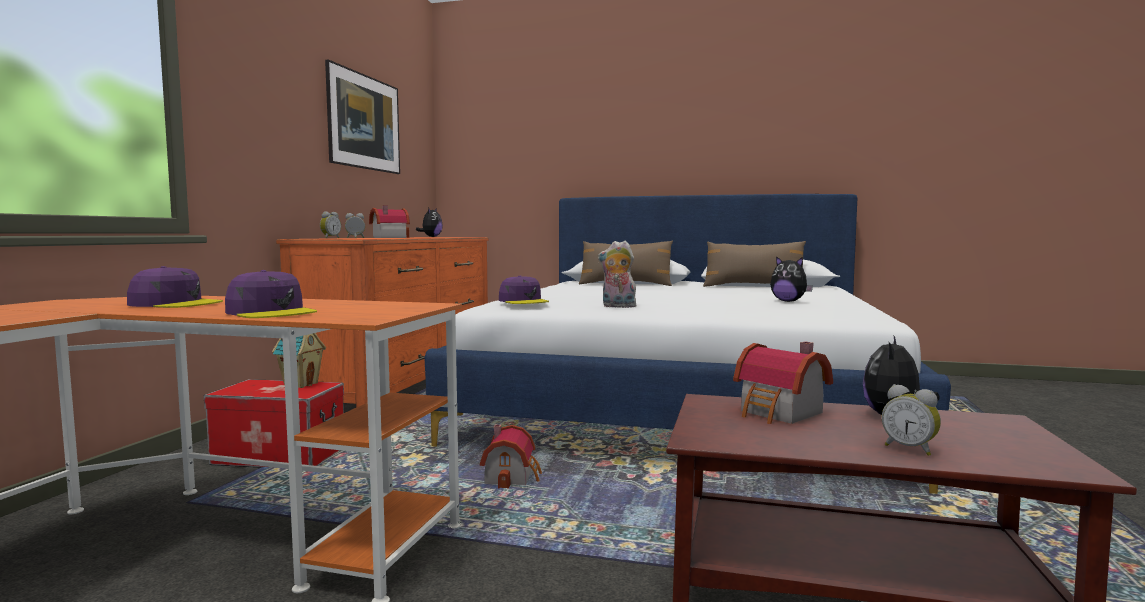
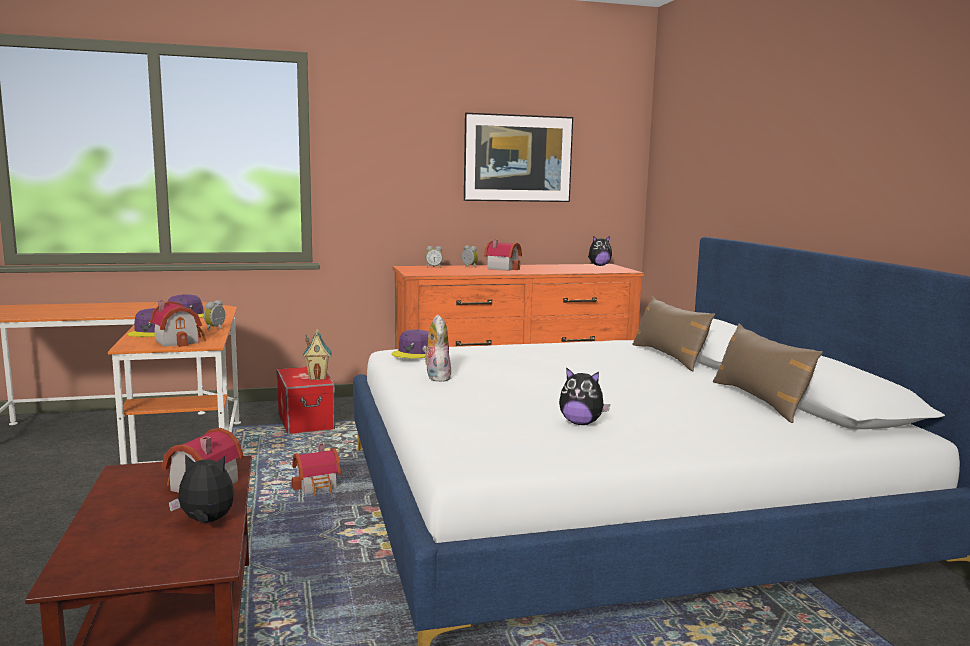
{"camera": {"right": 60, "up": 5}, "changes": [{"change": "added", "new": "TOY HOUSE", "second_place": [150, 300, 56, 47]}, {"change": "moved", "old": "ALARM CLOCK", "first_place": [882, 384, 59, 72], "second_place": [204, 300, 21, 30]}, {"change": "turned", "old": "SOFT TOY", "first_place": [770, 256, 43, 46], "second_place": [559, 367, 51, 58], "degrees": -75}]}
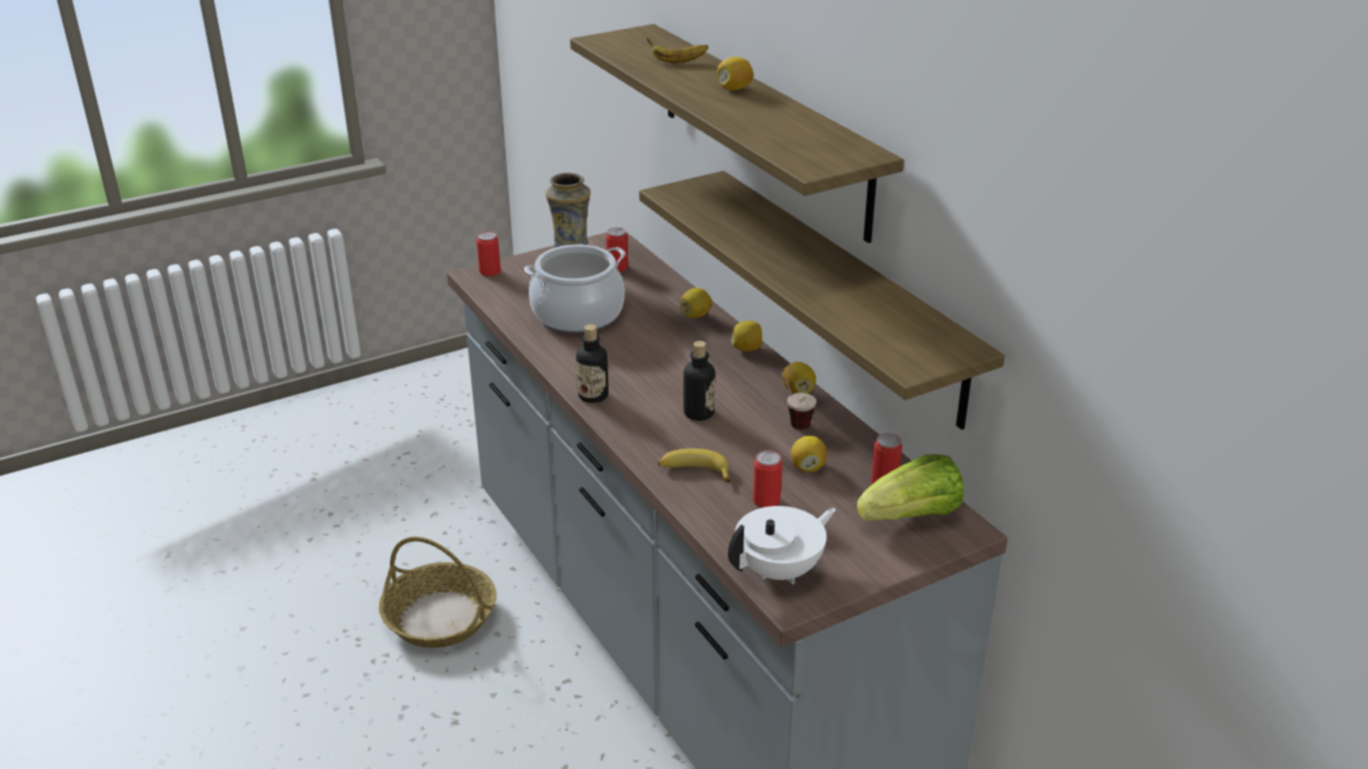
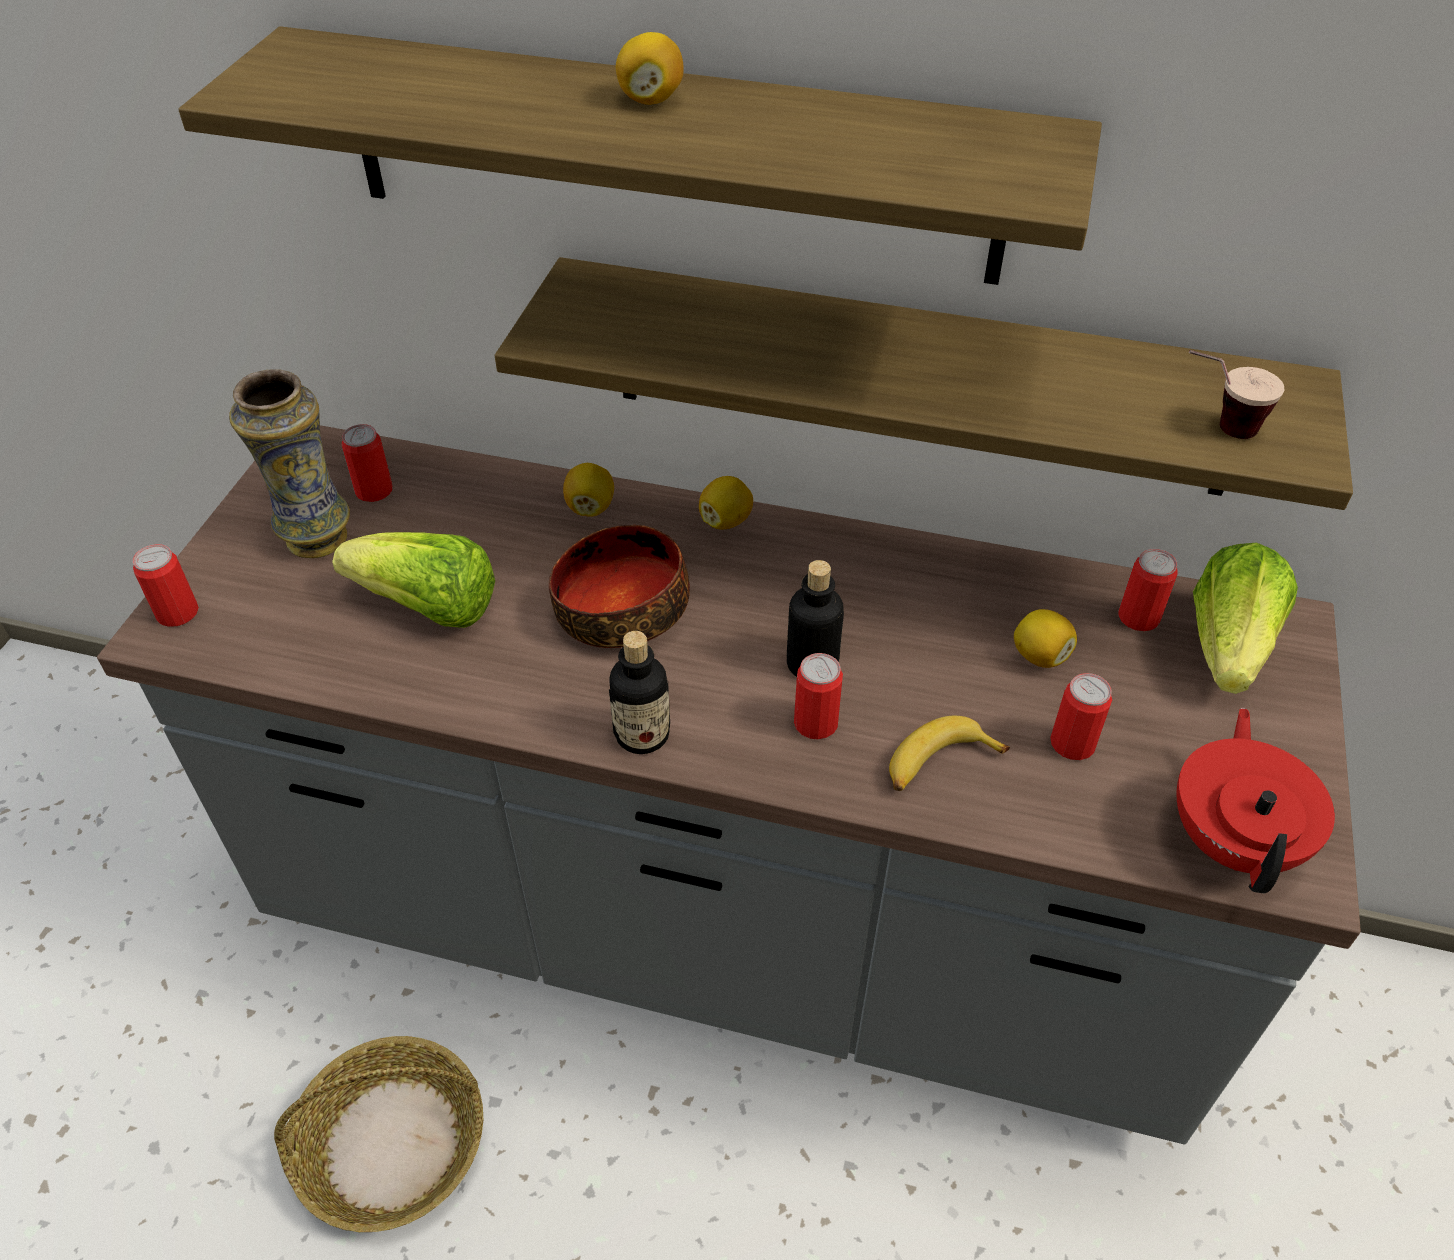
{"camera": {"right": -45, "up": 15}, "changes": [{"change": "removed", "old": "BANANA FRUIT", "first_place": [647, 38, 62, 25]}, {"change": "removed", "old": "CITRUS FRUIT", "first_place": [782, 362, 34, 32]}, {"change": "added", "new": "DEEP DISH", "second_place": [549, 525, 141, 123]}, {"change": "added", "new": "METAL CAN", "second_place": [794, 653, 49, 87]}, {"change": "moved", "old": "CUP", "first_place": [773, 369, 44, 60], "second_place": [1189, 350, 96, 89]}, {"change": "replaced", "old": "COOKING POT", "new": "LETTUCE HEAD", "first_place": [524, 244, 102, 89], "second_place": [332, 532, 163, 96]}, {"change": "recoloured", "old": "WHITE POT FOR TEA", "new": "RED-COLOURED POT FOR TEA", "first_place": [728, 506, 108, 78], "second_place": [1177, 708, 158, 186]}]}
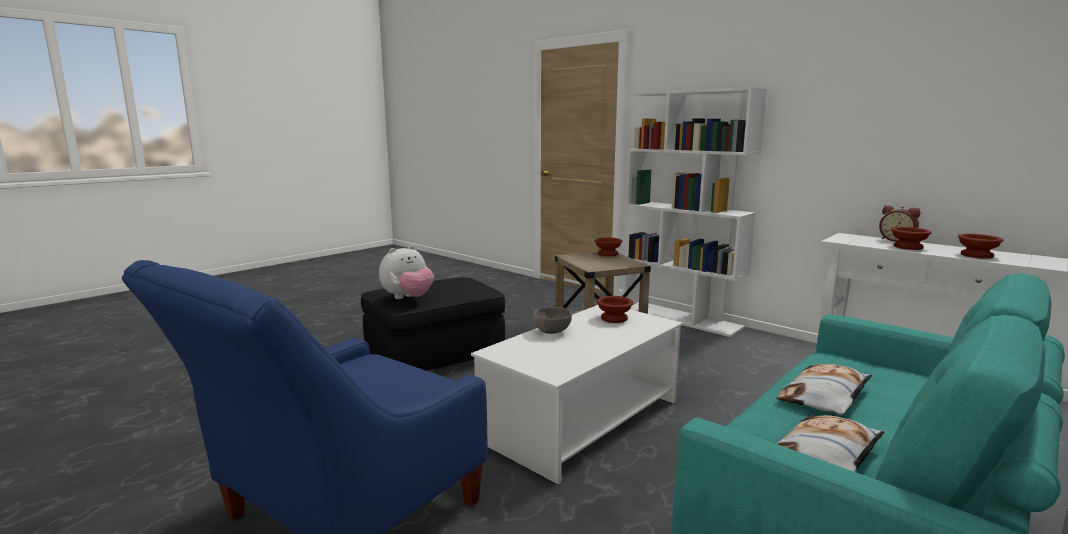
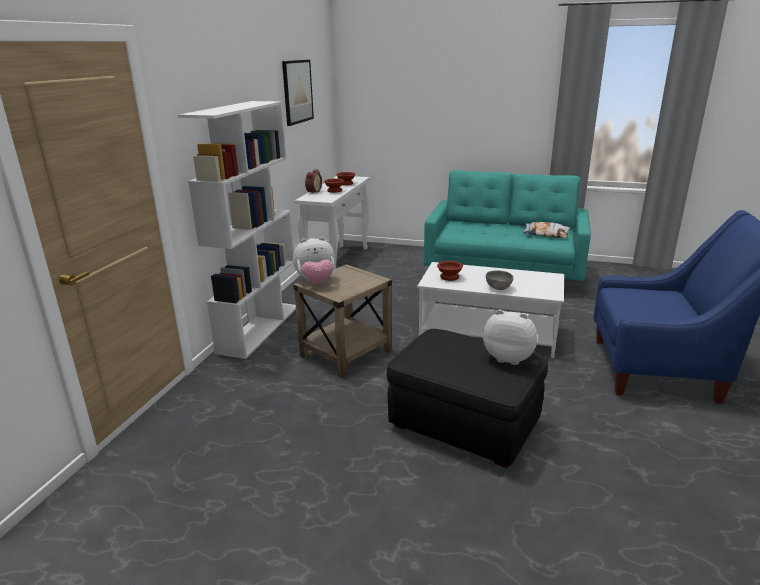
{"camera": {"right": -115, "up": 10}, "changes": [{"change": "removed", "old": "PILLOW", "first_place": [776, 364, 96, 51]}, {"change": "added", "new": "PICTURE", "second_place": [282, 60, 32, 66]}, {"change": "replaced", "old": "BROWN-COLOURED DEEP DISH", "new": "SOFT TOY", "first_place": [595, 238, 27, 18], "second_place": [293, 237, 42, 46]}]}
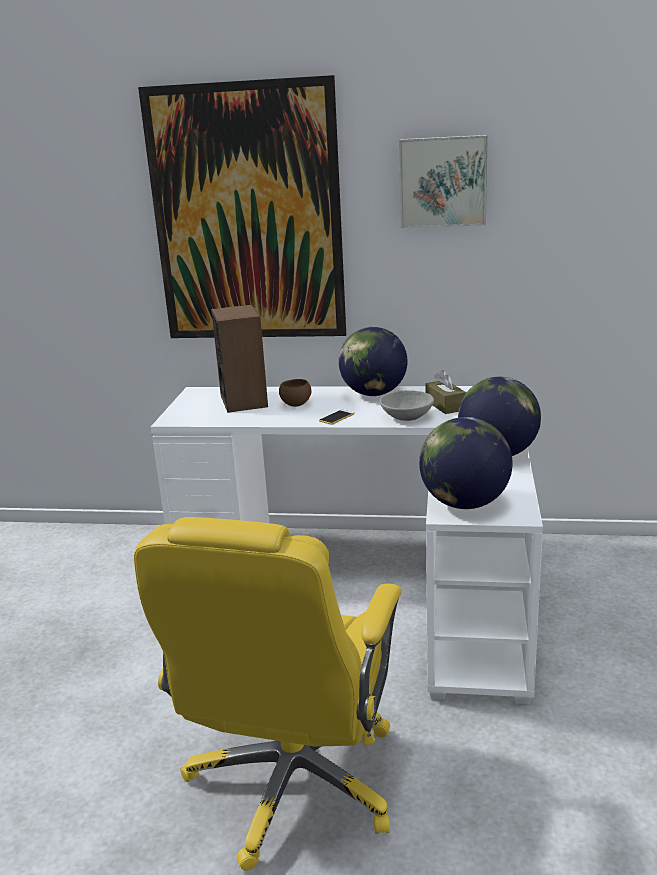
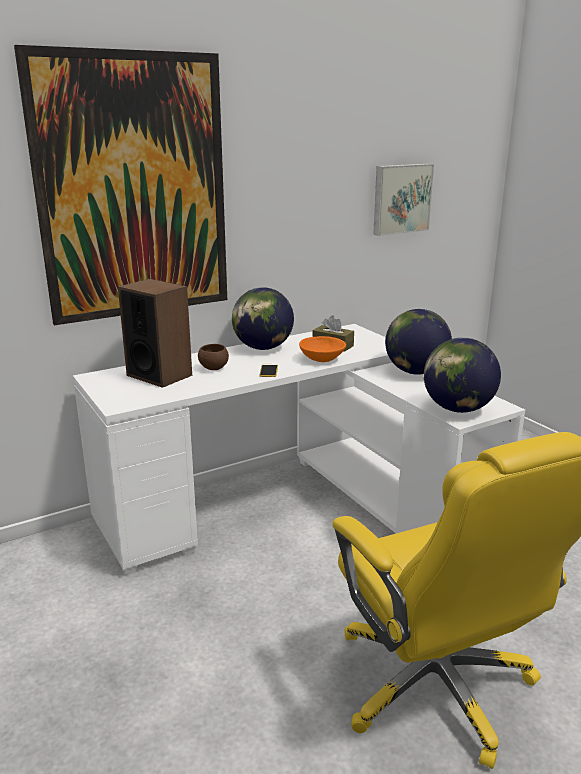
{"camera": {"right": -40, "up": 0}, "changes": [{"change": "moved", "old": "PICTURE", "first_place": [399, 135, 89, 93], "second_place": [373, 164, 61, 72]}, {"change": "recoloured", "old": "GREYISH DEEP DISH", "new": "ORANGE-COLOURED DEEP DISH", "first_place": [380, 390, 54, 31], "second_place": [299, 336, 47, 26]}]}
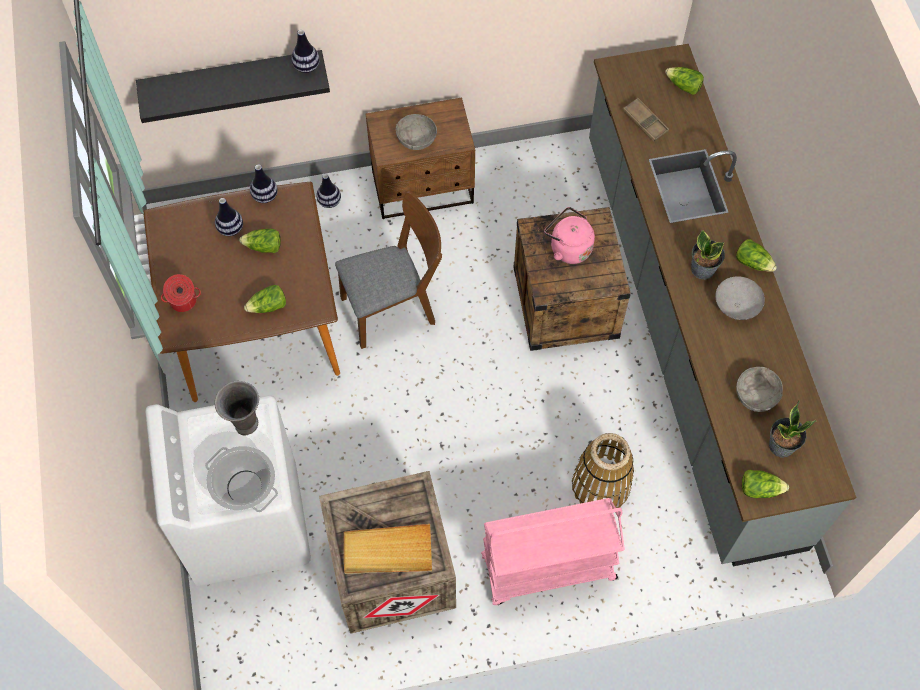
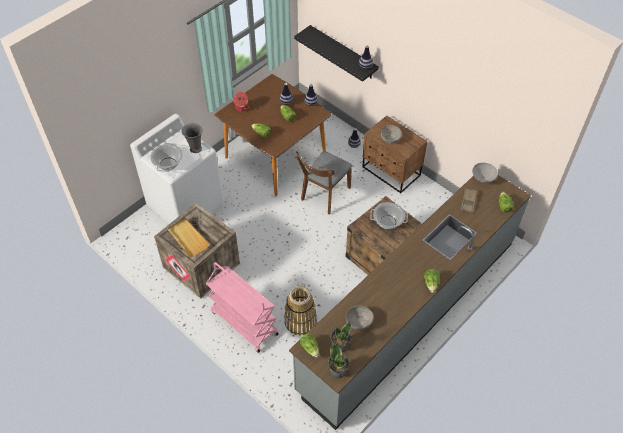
{"camera": {"right": 55, "up": -10}, "changes": [{"change": "moved", "old": "HOUSEPLANT", "first_place": [691, 230, 34, 50], "second_place": [328, 344, 21, 34]}, {"change": "moved", "old": "GREYISH DEEP DISH", "first_place": [715, 276, 50, 44], "second_place": [472, 163, 26, 20]}, {"change": "replaced", "old": "PINK-COLOURED TEA KETTLE", "new": "COOKING POT", "first_place": [544, 207, 51, 57], "second_place": [370, 202, 38, 27]}, {"change": "turned", "old": "BROWN-COLOURED PLAIN CHAIR", "first_place": [335, 191, 107, 158], "second_place": [296, 151, 56, 63], "degrees": 90}]}
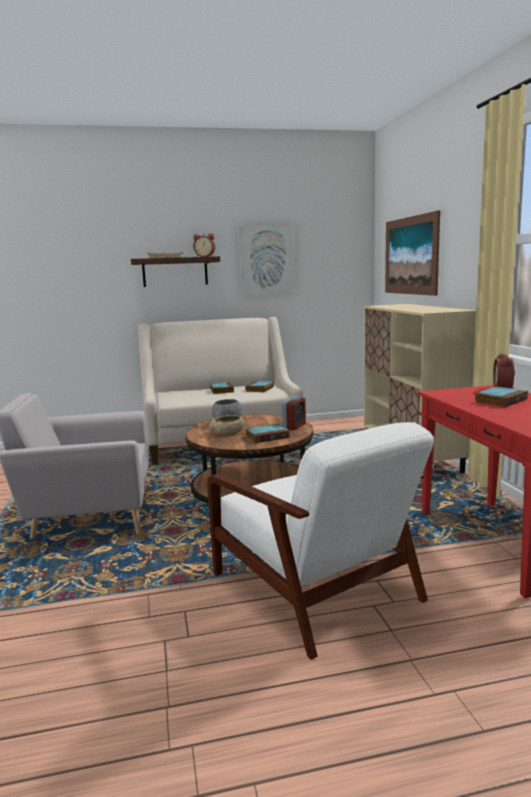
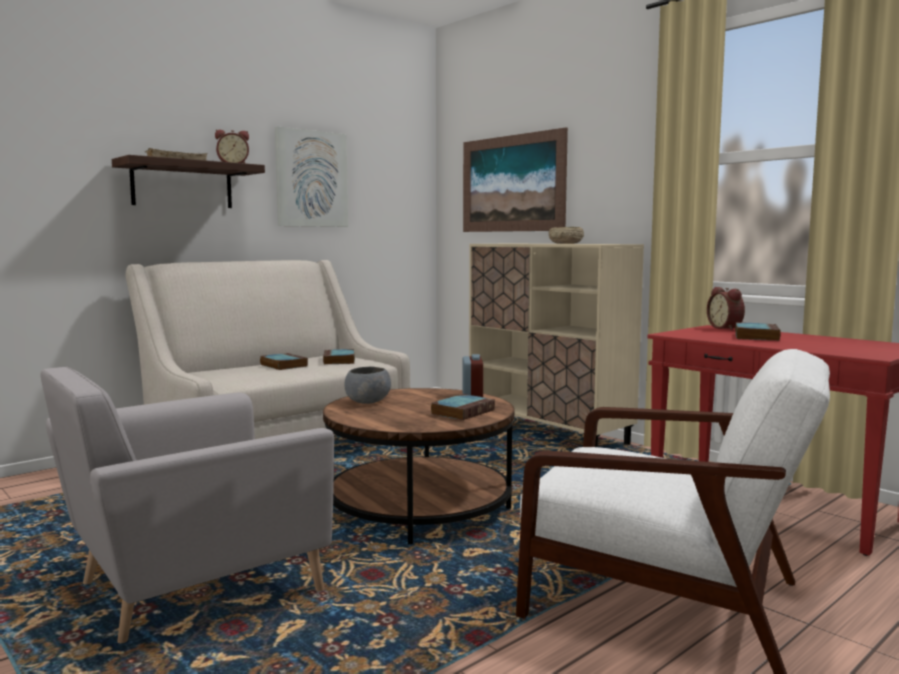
{"camera": {"right": -30, "up": -5}, "changes": [{"change": "moved", "old": "BEIGE-COLOURED DEEP DISH", "first_place": [209, 415, 36, 20], "second_place": [548, 227, 36, 17]}]}
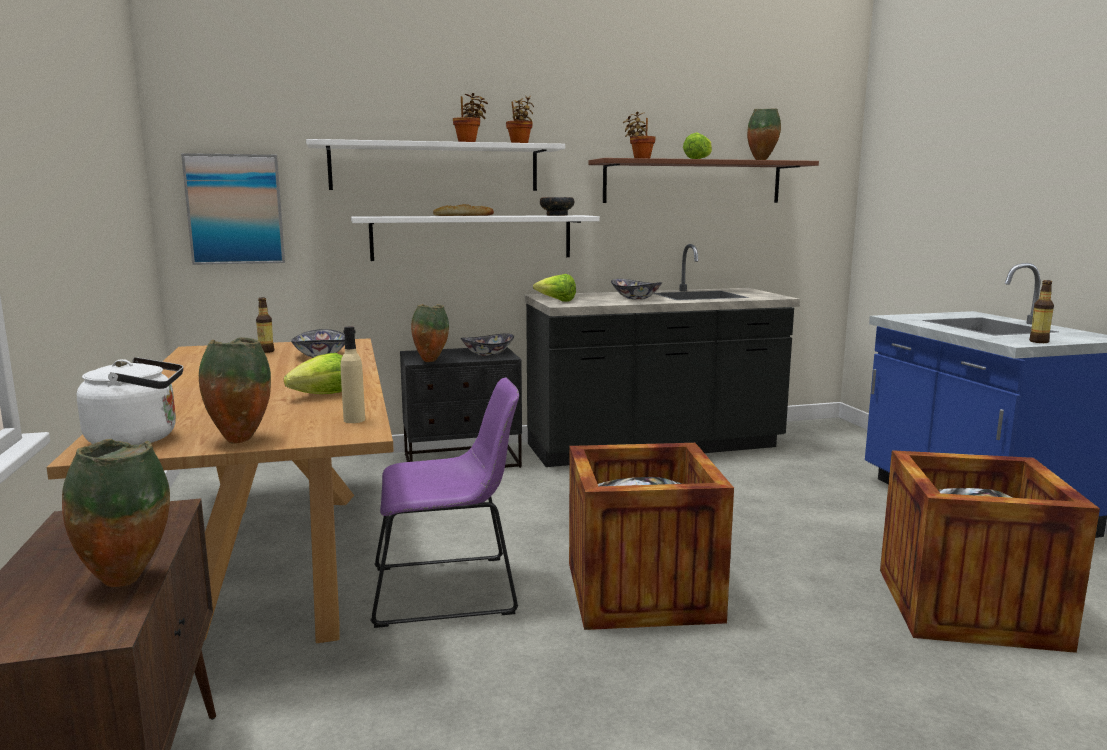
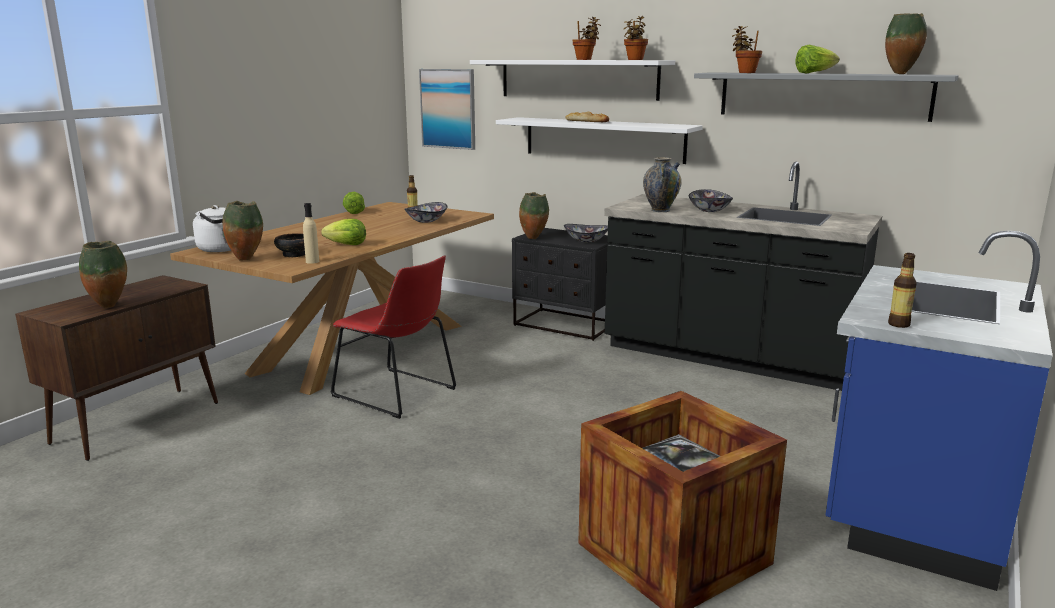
{"camera": {"right": 45, "up": 5}, "changes": [{"change": "removed", "old": "CRATE", "first_place": [569, 443, 165, 187]}, {"change": "added", "new": "VASE", "second_place": [643, 157, 39, 55]}, {"change": "moved", "old": "LETTUCE HEAD", "first_place": [533, 274, 43, 28], "second_place": [343, 192, 22, 22]}, {"change": "moved", "old": "DEEP DISH", "first_place": [540, 197, 35, 19], "second_place": [274, 233, 31, 24]}, {"change": "recoloured", "old": "PURPLISH PLAIN CHAIR", "new": "RED-COLOURED PLAIN CHAIR", "first_place": [370, 377, 149, 251], "second_place": [330, 255, 126, 164]}, {"change": "recoloured", "old": "BROWN-COLOURED SHELF", "new": "GREYISH SHELF", "first_place": [588, 158, 231, 45], "second_place": [694, 72, 265, 50]}]}
